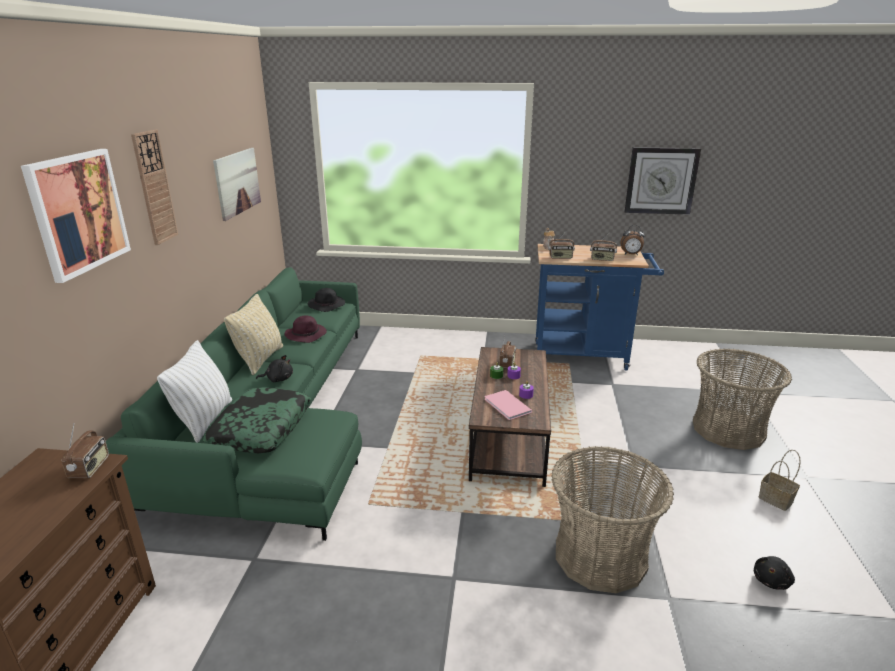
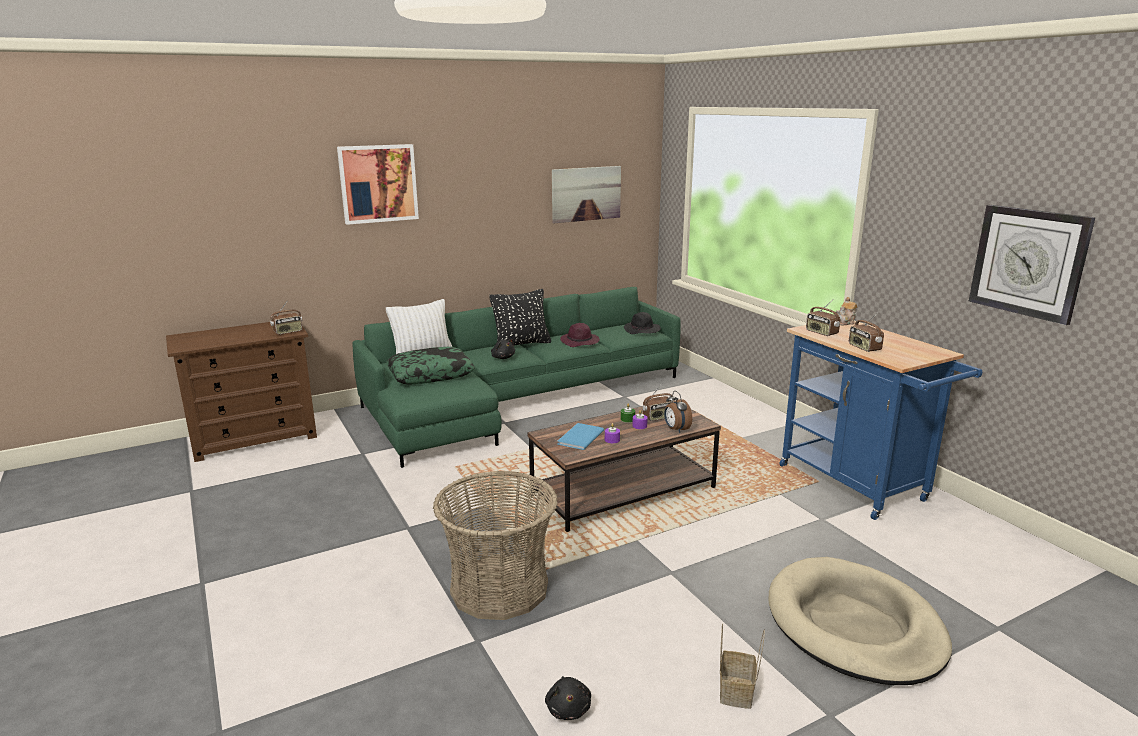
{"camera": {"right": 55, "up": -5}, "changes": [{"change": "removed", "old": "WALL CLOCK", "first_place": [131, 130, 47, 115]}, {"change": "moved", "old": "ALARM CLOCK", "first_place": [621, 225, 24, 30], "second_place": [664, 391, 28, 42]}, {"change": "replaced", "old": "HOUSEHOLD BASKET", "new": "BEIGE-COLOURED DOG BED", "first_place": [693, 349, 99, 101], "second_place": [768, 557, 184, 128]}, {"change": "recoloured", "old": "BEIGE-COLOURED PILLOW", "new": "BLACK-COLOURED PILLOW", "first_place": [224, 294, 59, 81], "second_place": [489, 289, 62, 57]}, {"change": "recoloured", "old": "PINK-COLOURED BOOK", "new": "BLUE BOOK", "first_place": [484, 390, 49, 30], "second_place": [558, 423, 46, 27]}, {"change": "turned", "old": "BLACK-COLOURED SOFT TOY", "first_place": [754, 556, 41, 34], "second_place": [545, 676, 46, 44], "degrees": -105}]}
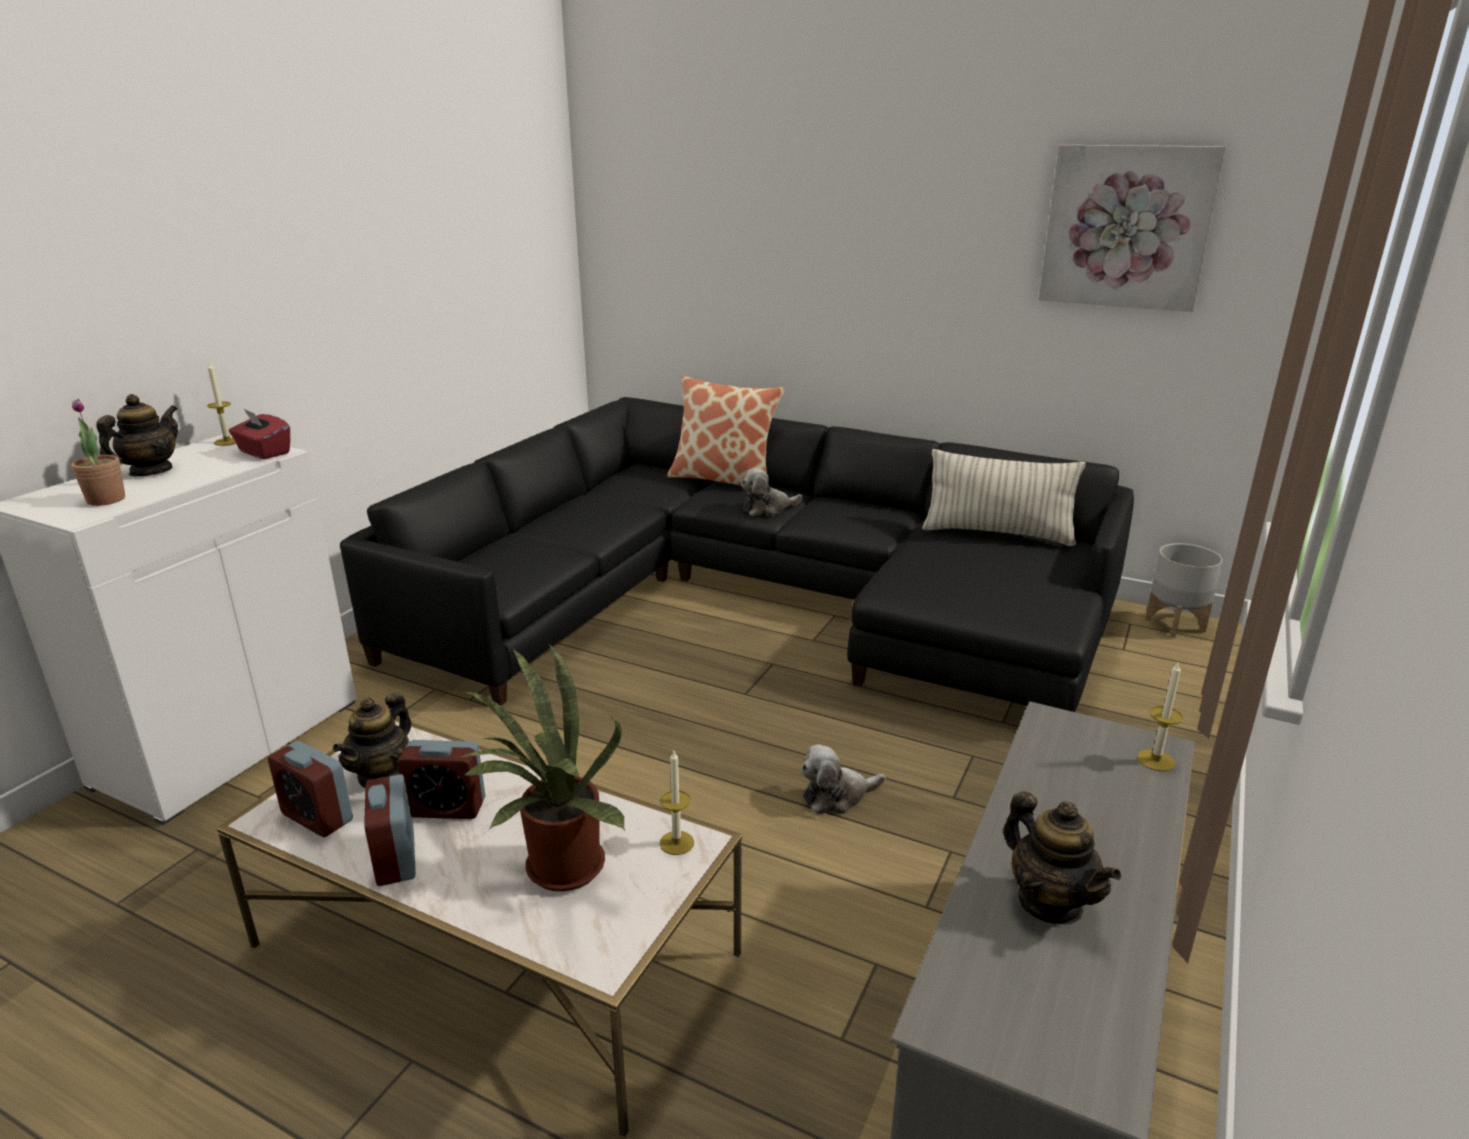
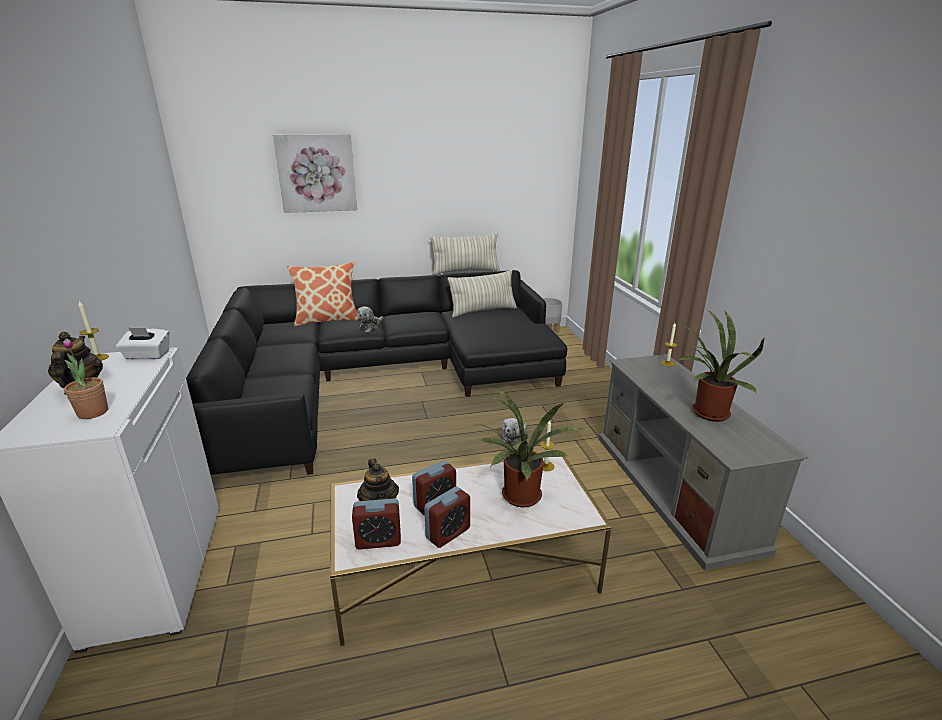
{"camera": {"right": -40, "up": 0}, "changes": [{"change": "added", "new": "PILLOW", "second_place": [430, 233, 70, 42]}, {"change": "moved", "old": "PICTURE", "first_place": [1038, 145, 188, 167], "second_place": [273, 134, 84, 79]}, {"change": "replaced", "old": "POT FOR TEA", "new": "HOUSEPLANT", "first_place": [1003, 791, 118, 133], "second_place": [677, 310, 87, 112]}, {"change": "recoloured", "old": "RED-COLOURED BOX OF TISSUES", "new": "WHITE BOX OF TISSUES", "first_place": [229, 408, 61, 51], "second_place": [116, 328, 54, 32]}, {"change": "turned", "old": "ALARM CLOCK", "first_place": [364, 774, 52, 112], "second_place": [424, 487, 46, 61], "degrees": -75}]}
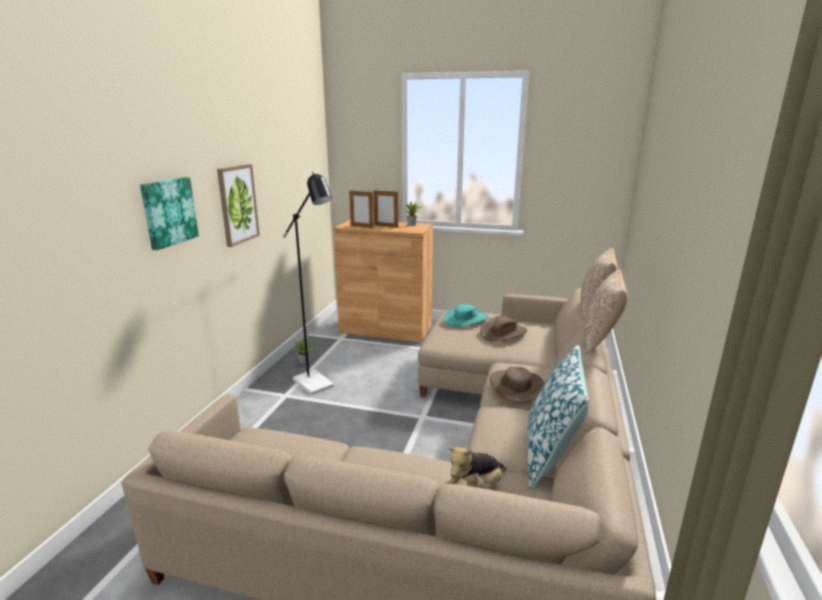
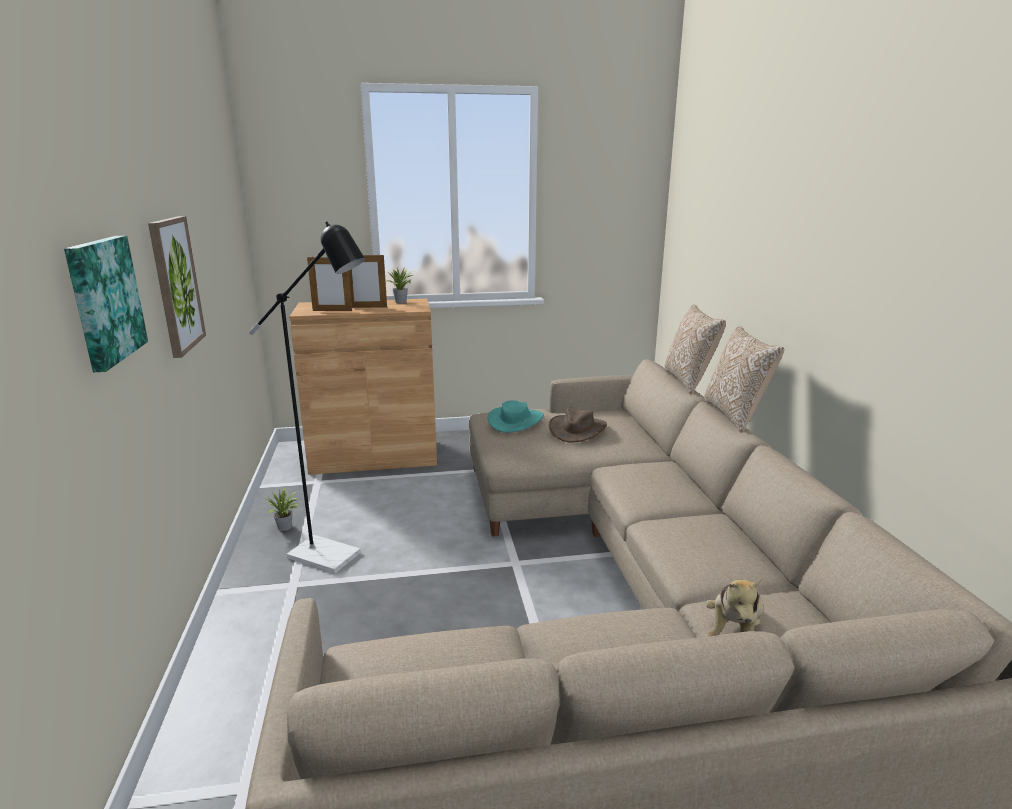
{"camera": {"right": -25, "up": 0}, "changes": [{"change": "removed", "old": "BROWN-COLOURED WEARABLE HAT", "first_place": [490, 367, 54, 37]}, {"change": "removed", "old": "PILLOW", "first_place": [527, 345, 62, 144]}]}
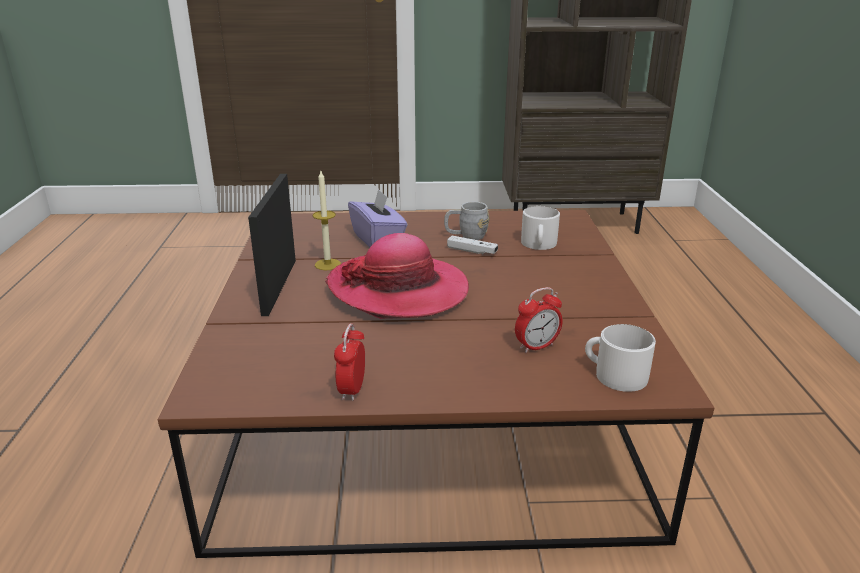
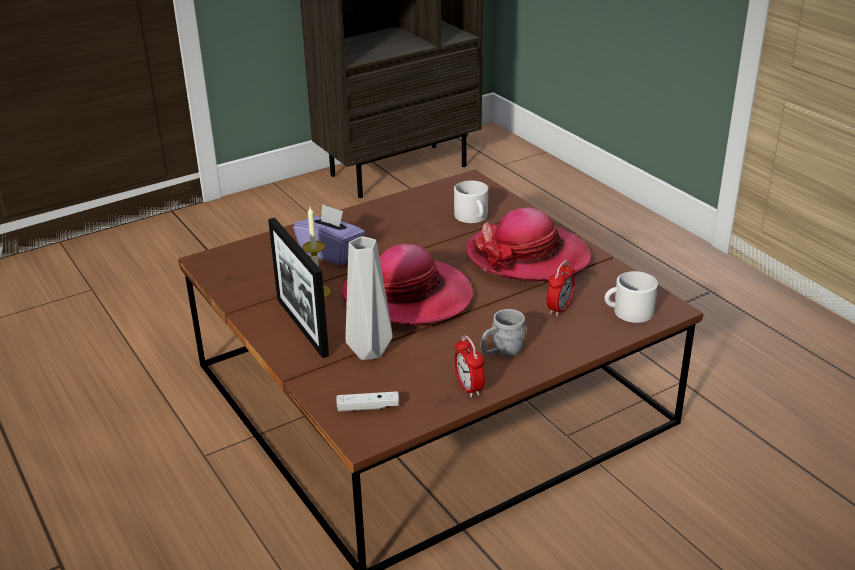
{"camera": {"right": -30, "up": 5}, "changes": [{"change": "added", "new": "GREYISH VASE", "second_place": [346, 236, 47, 124]}, {"change": "added", "new": "WEARABLE HAT", "second_place": [466, 208, 125, 74]}, {"change": "moved", "old": "GREYISH MUG", "first_place": [444, 202, 45, 38], "second_place": [481, 309, 46, 47]}, {"change": "moved", "old": "WHITE GAMEPAD", "first_place": [447, 236, 51, 19], "second_place": [337, 391, 62, 21]}]}
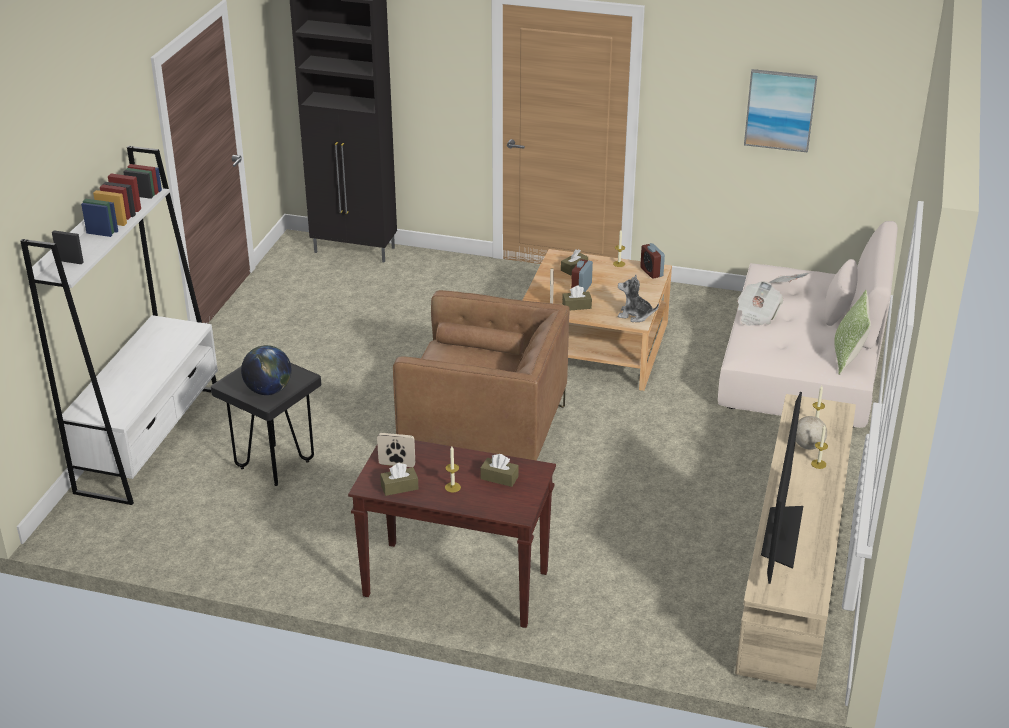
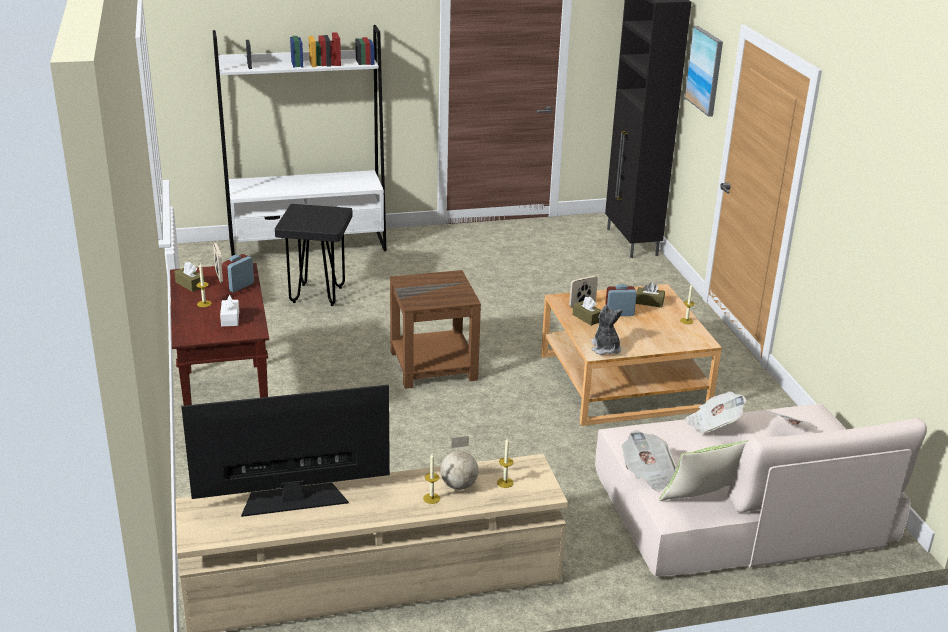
{"camera": {"right": 60, "up": -5}, "changes": [{"change": "removed", "old": "WORLD GLOBE", "first_place": [241, 345, 51, 50]}, {"change": "added", "new": "NEWSPAPER", "second_place": [622, 430, 54, 62]}, {"change": "moved", "old": "ALARM CLOCK", "first_place": [640, 243, 25, 36], "second_place": [222, 254, 32, 38]}, {"change": "moved", "old": "PICTURE", "first_place": [744, 69, 73, 84], "second_place": [684, 26, 39, 91]}, {"change": "replaced", "old": "BROWN-COLOURED EASY CHAIR", "new": "BROWN-COLOURED ACCENT TABLE", "first_place": [393, 290, 177, 171], "second_place": [390, 270, 91, 119]}, {"change": "recoloured", "old": "BROWN-COLOURED BOX OF TISSUES", "new": "WHITE BOX OF TISSUES", "first_place": [480, 454, 39, 33], "second_place": [220, 295, 19, 32]}]}
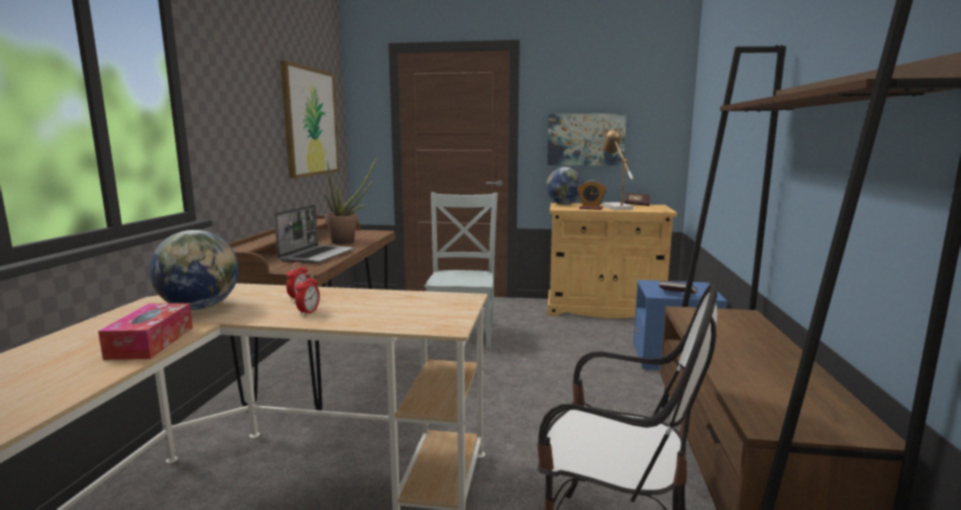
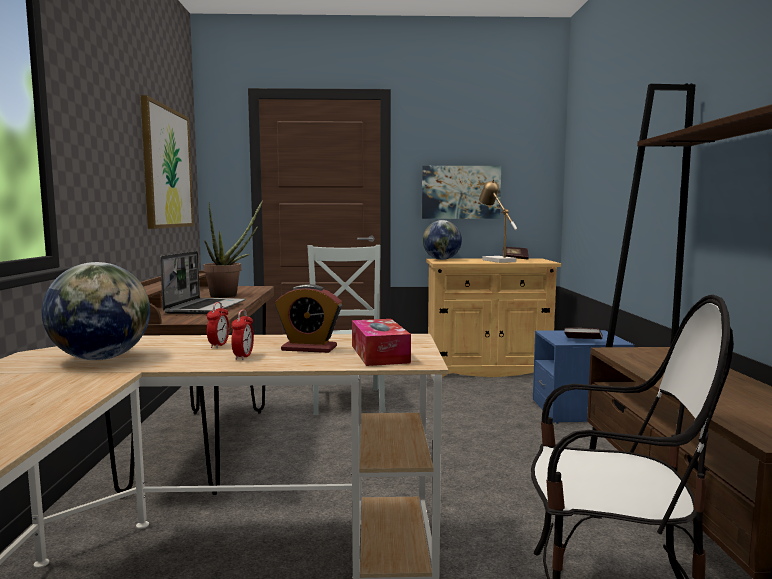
{"camera": {"right": -10, "up": -5}, "changes": [{"change": "moved", "old": "BOX OF TISSUES", "first_place": [98, 303, 95, 57], "second_place": [352, 319, 59, 47]}, {"change": "moved", "old": "ALARM CLOCK", "first_place": [577, 180, 30, 30], "second_place": [275, 284, 67, 69]}]}
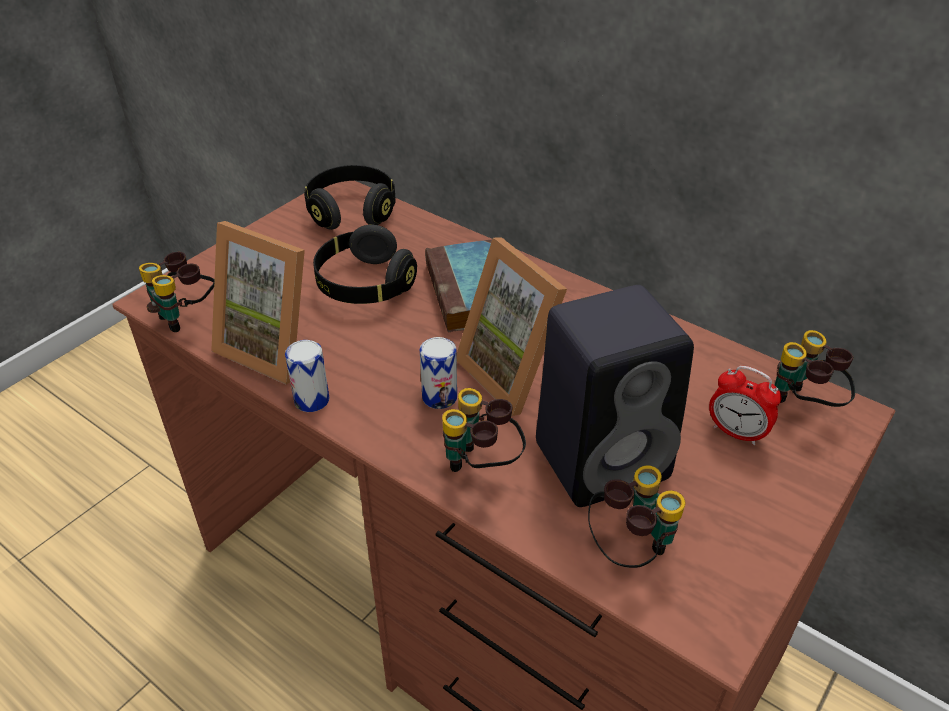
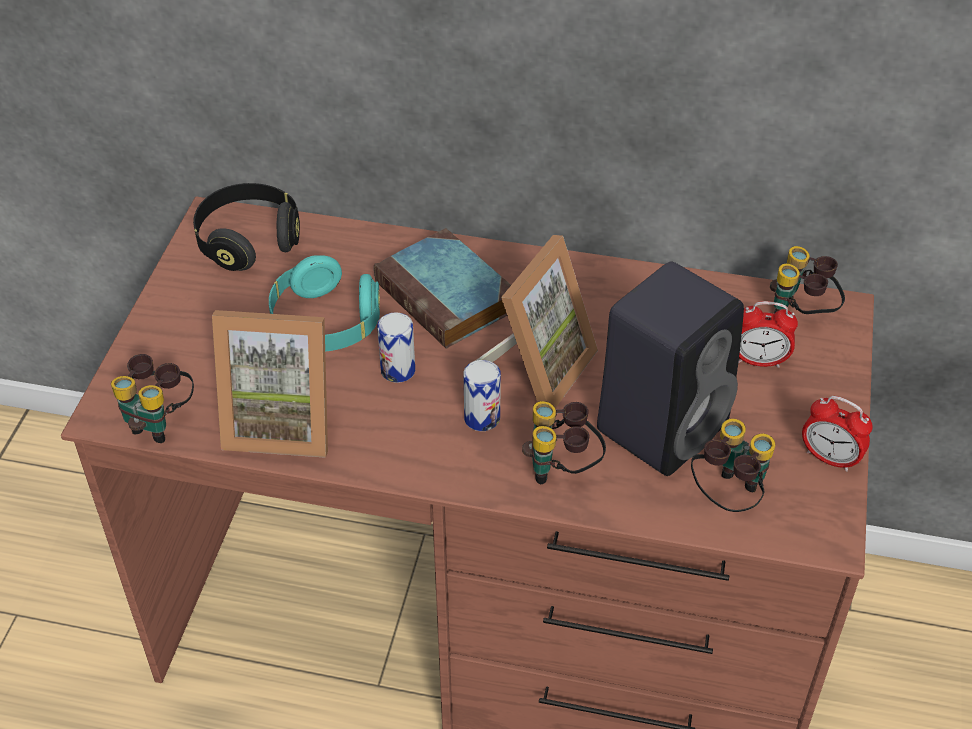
{"camera": {"right": -25, "up": 5}, "changes": [{"change": "added", "new": "ALARM CLOCK", "second_place": [802, 396, 71, 75]}, {"change": "moved", "old": "METAL CAN", "first_place": [285, 340, 45, 72], "second_place": [377, 312, 38, 71]}, {"change": "recoloured", "old": "BLACK-COLOURED HEADSET", "new": "TURQUOISE HEADSET", "first_place": [313, 225, 104, 79], "second_place": [269, 255, 111, 96]}, {"change": "turned", "old": "PHOTO FRAME", "first_place": [457, 237, 110, 179], "second_place": [475, 235, 123, 173], "degrees": -90}]}
